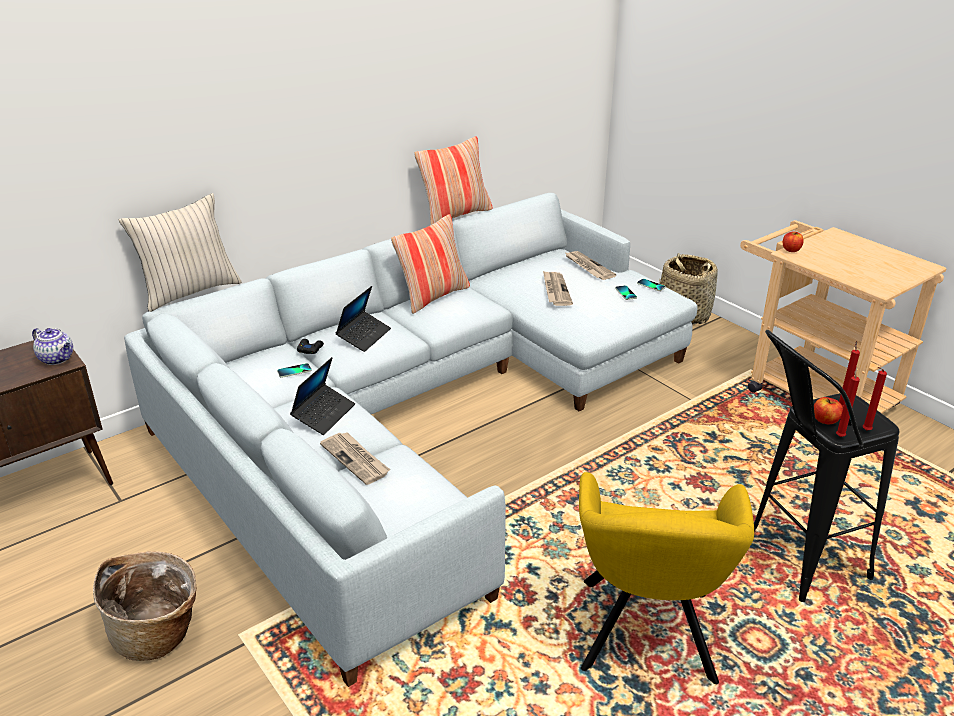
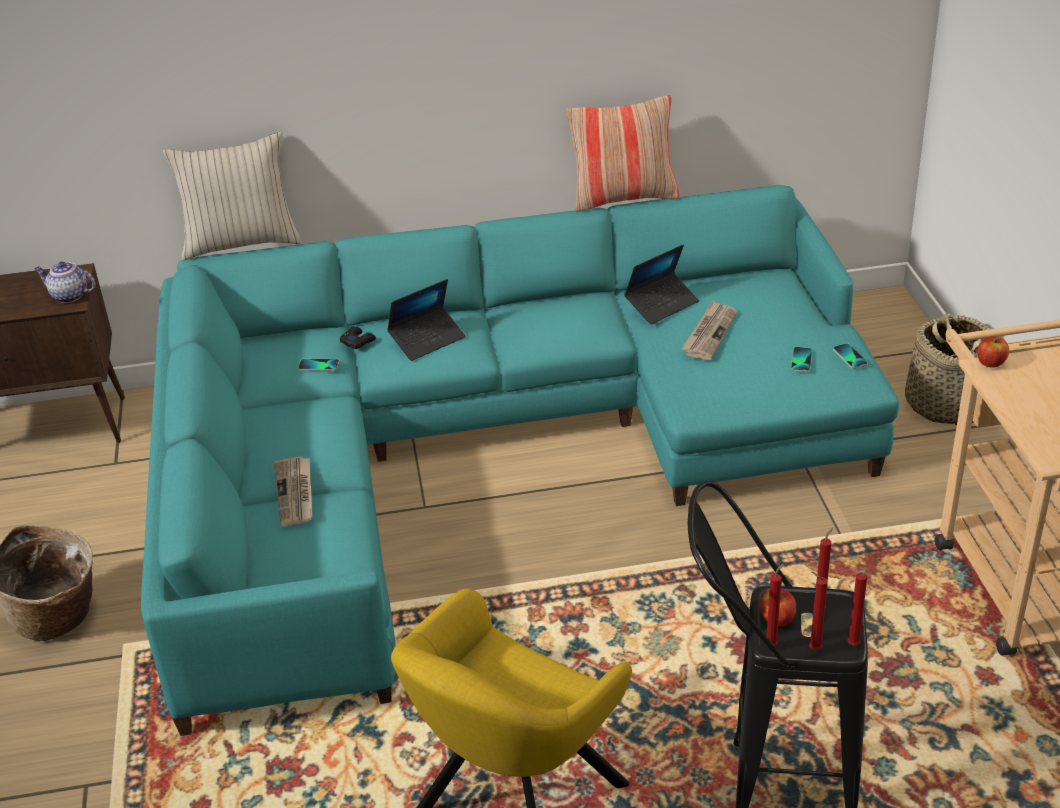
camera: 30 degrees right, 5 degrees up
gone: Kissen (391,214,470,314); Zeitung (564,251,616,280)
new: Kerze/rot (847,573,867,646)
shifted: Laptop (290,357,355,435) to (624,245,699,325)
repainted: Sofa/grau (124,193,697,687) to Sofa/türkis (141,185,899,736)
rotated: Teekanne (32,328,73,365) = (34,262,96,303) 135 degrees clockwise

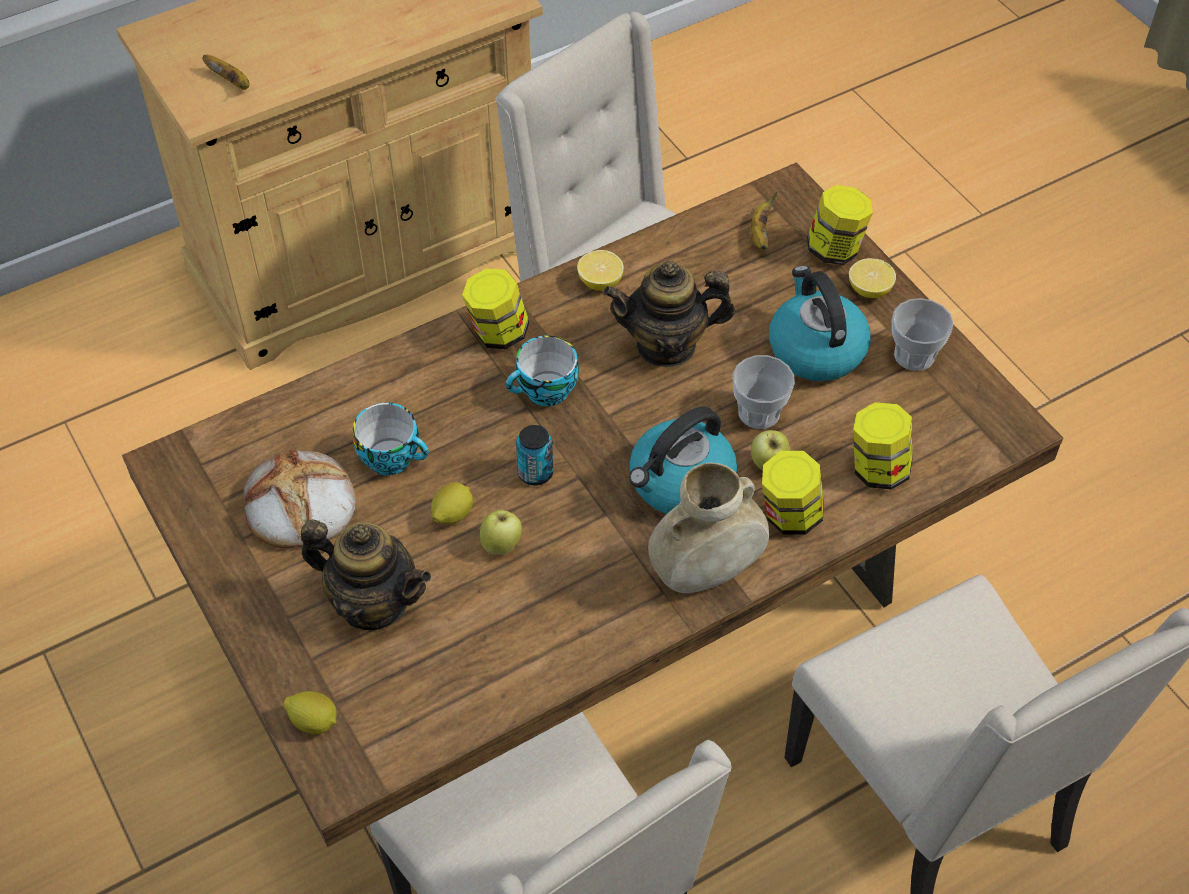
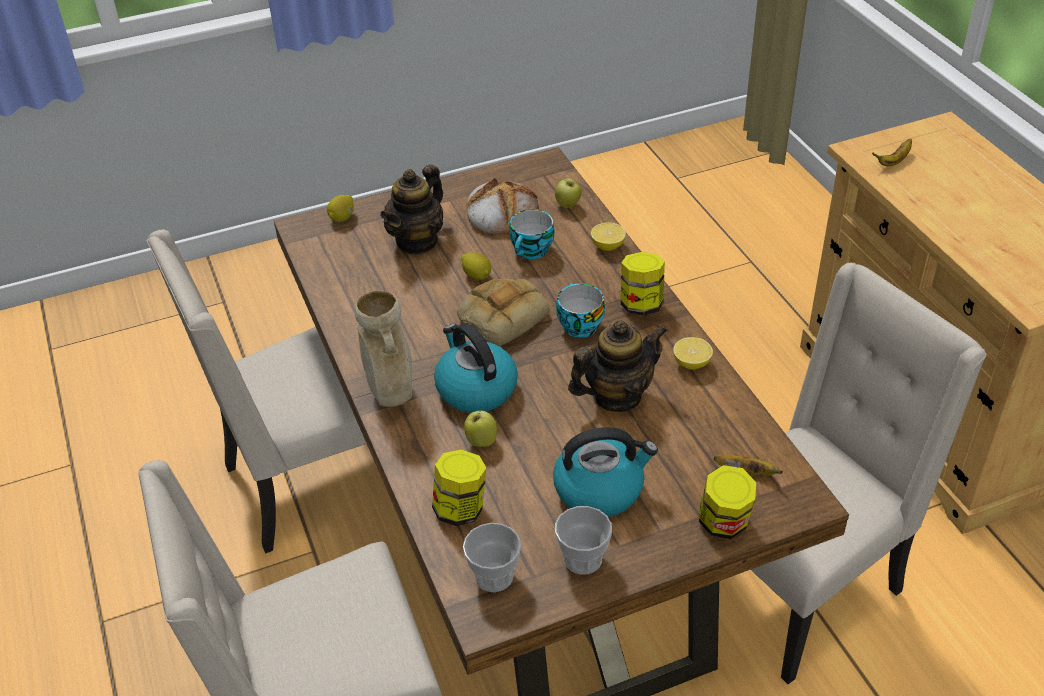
camera: 100 degrees right, 10 degrees down
gone: Vorratsglas (762,451,824,535)
shifted: Apfel (480,510,522,555) to (555,178,581,208); Tasse (732,355,795,429) to (463,523,521,592); Zitrone (849,258,896,298) to (591,222,626,251)
swapped: Dose (516,425,553,486) to Brot (457,279,550,346)
rotated: Teekanne (603,261,735,368) = (568,320,668,412) 60 degrees clockwise

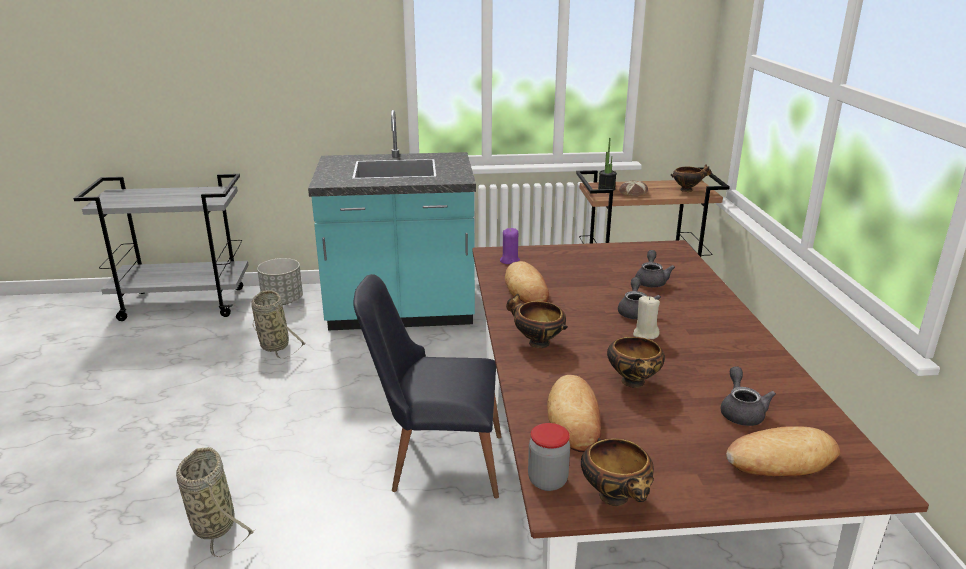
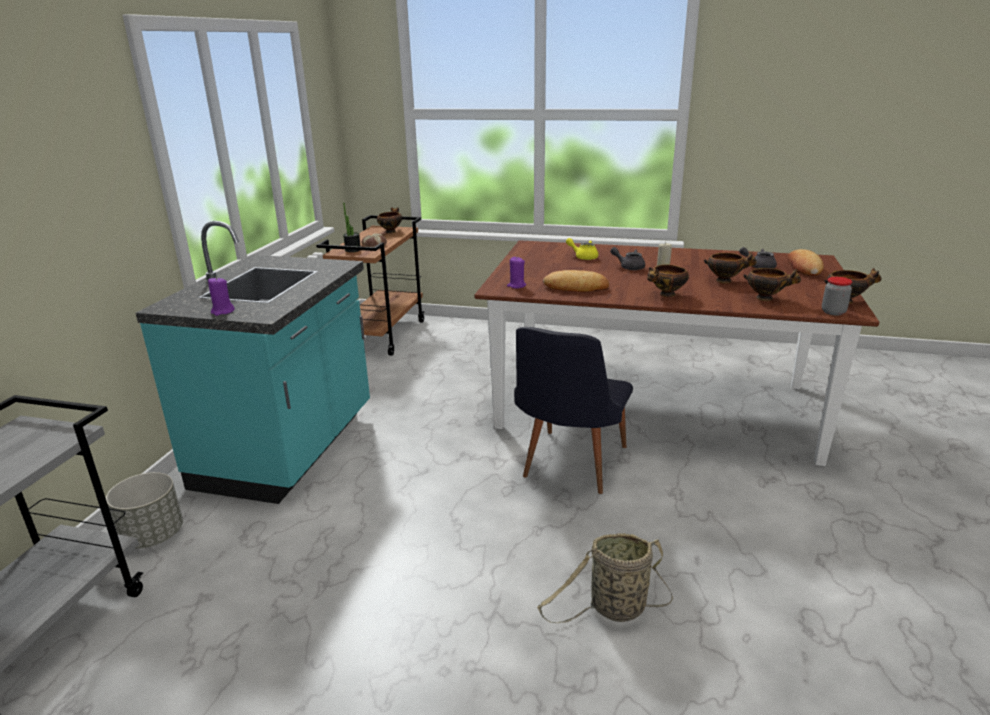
camera: 70 degrees left, 0 degrees up
gone: Korb (251,290,305,359)
new: Kerze/lila (208,277,235,316)
swapped: Brot (547,375,601,452) to Schüssel (743,268,801,301)
repainted: Teekanne/grau (635,250,675,288) to Teekanne/gelb (566,238,598,260)

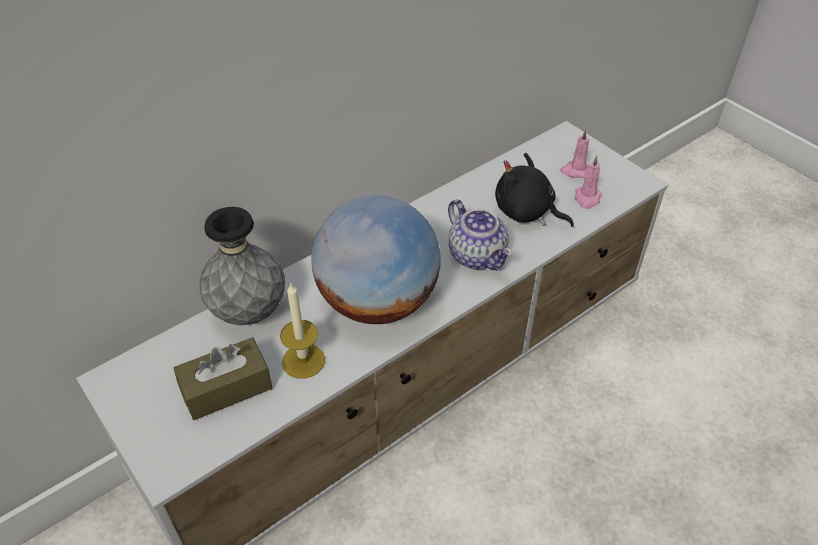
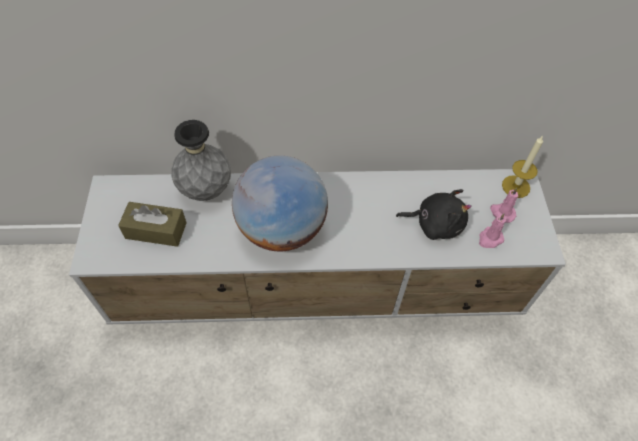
camera: 35 degrees right, 10 degrees up
gone: Teekanne (448,199,513,270)
shifted: Kerze (280,282,325,379) to (502,135,543,198)
rotated: Plüschtier/schwarz (495,153,574,227) = (396,189,472,240) 120 degrees clockwise

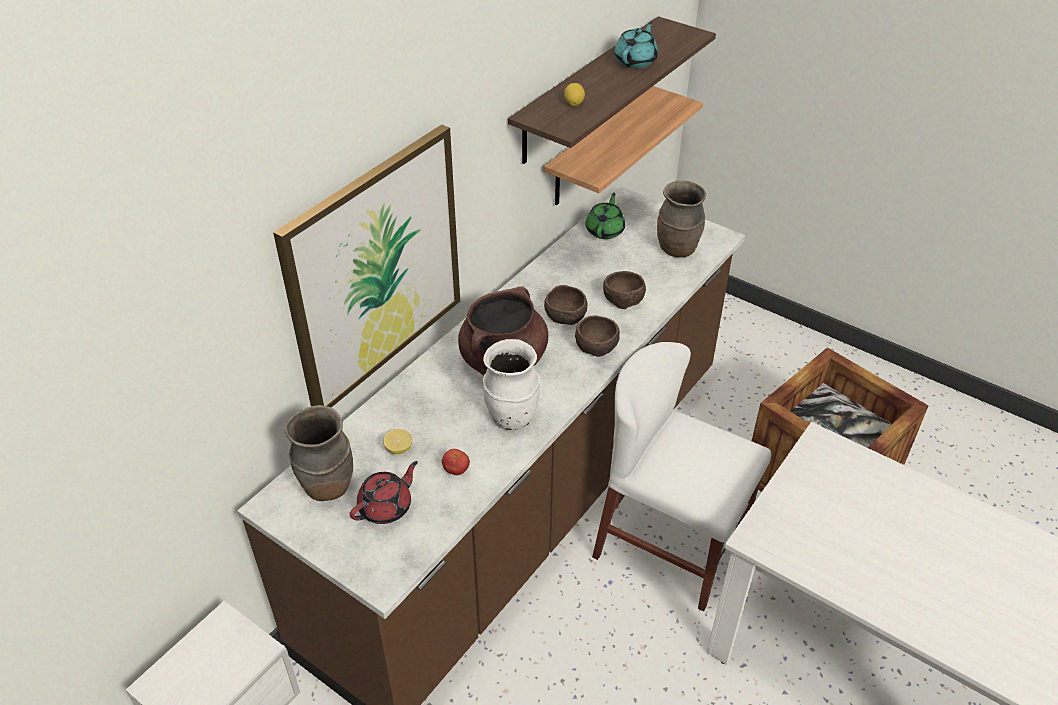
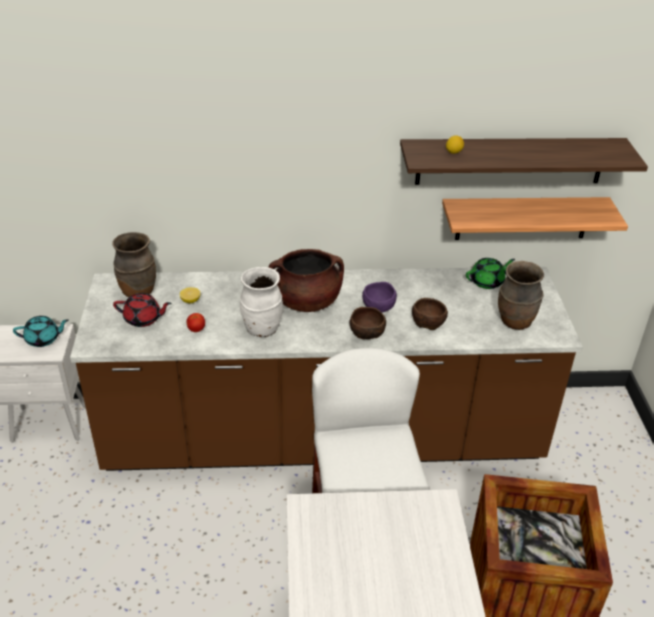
camera: 50 degrees right, 5 degrees down
gone: Bild (273,124,460,408)
shifted: Teekanne/türkis (614,22,658,68) to (13,316,68,347)
repainted: Schüssel/braun (544,285,587,325) to Schüssel/lila (362,282,397,313)

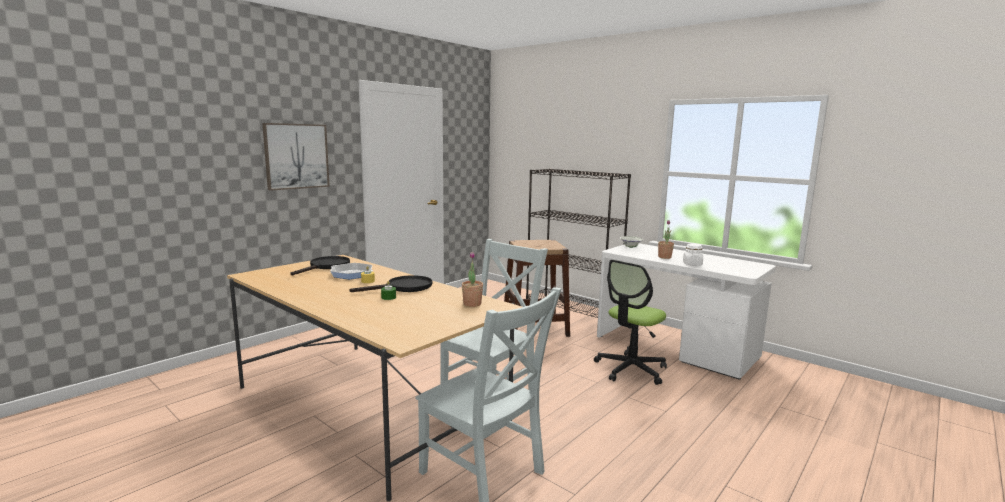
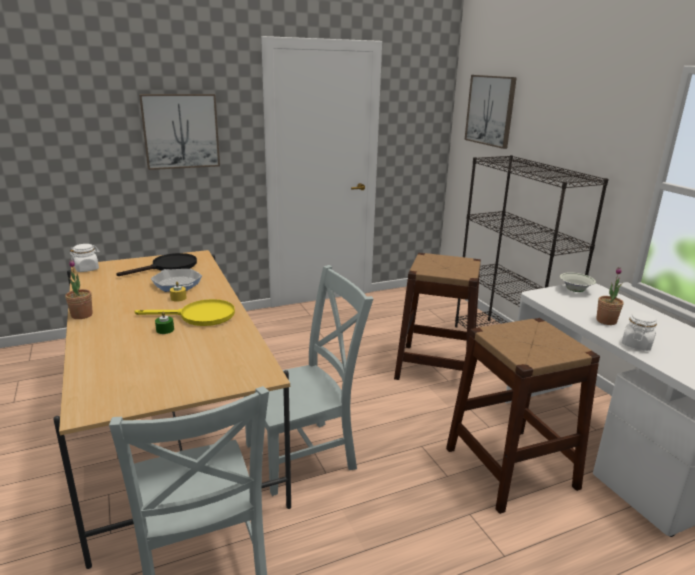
camera: 25 degrees right, 10 degrees up
new: Vorratsglas/weiß (70,244,100,272); Bild (464,75,517,149)
shifted: Topfpflanze (462,252,483,307) to (65,260,93,319)
swapped: Bürostuhl (594,260,667,385) to Hocker/braun (446,318,600,514)
repainted: Pfanne/schwarz (350,275,432,292) to Pfanne/gelb (135,299,235,326)

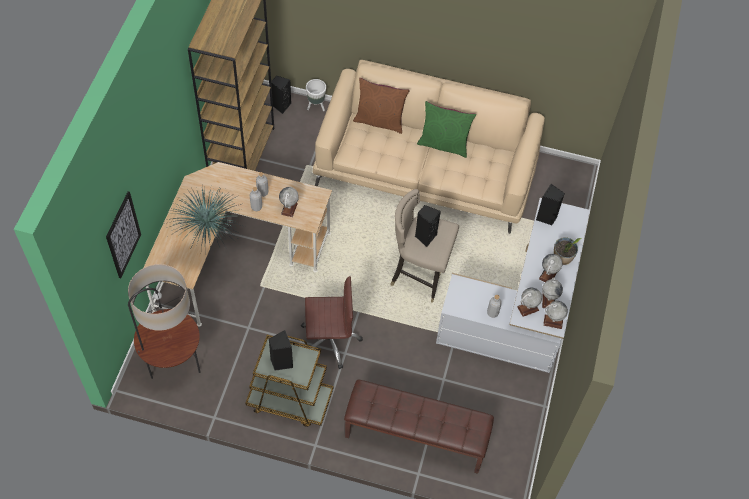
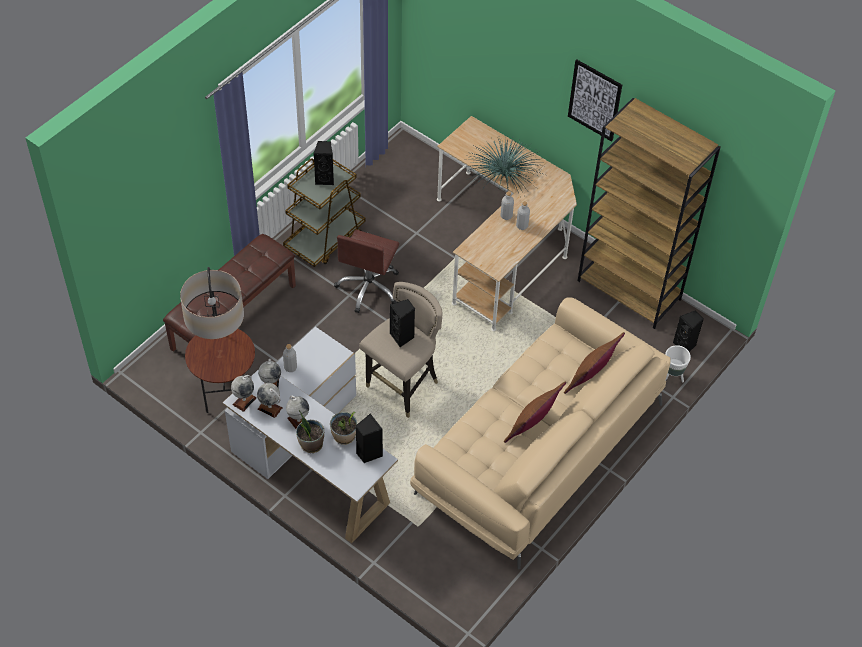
camera: 115 degrees right, 5 degrees down
gone: Globus (279,187,299,217)
new: Topfpflanze (330,412,357,445)
shifted: Bild (106,192,141,278) to (568,59,622,142); Stehlampe (128,264,201,379) to (180,267,255,413)
repainted: Kissen/grün (417,101,476,158) to Kissen/braun (504,382,566,443)

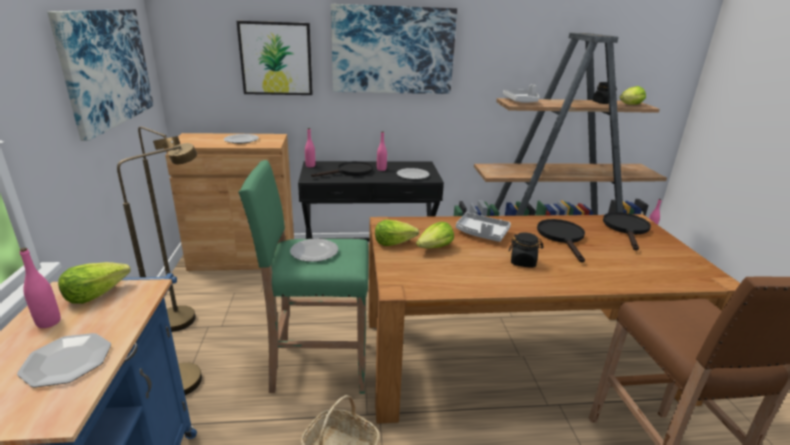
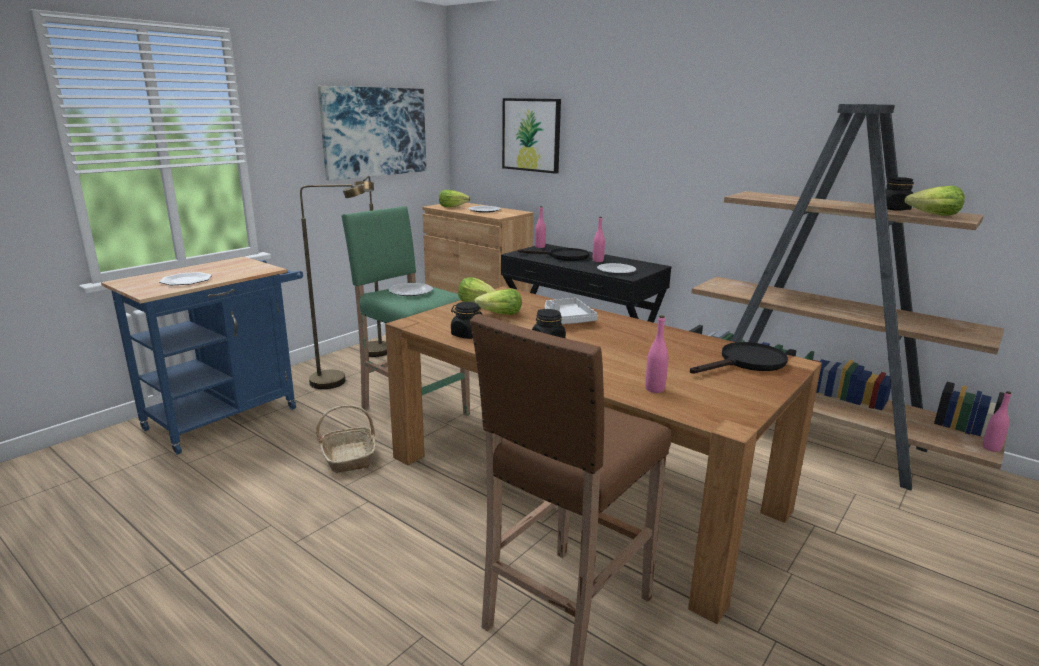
camera: 45 degrees right, 5 degrees down
gone: Bild (331,4,457,94); Tablett/grau (503,84,539,103); Pfanne/schwarz (537,219,585,263)
new: Vorratsglas/schwarz (451,302,483,339)
shifted: Flasche/rosa (20,248,61,328) to (645,315,668,393); Salatkopf (58,262,131,304) to (439,190,470,207)

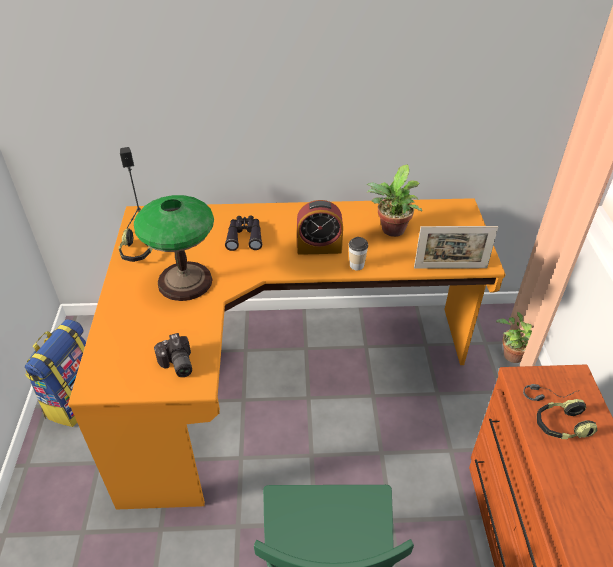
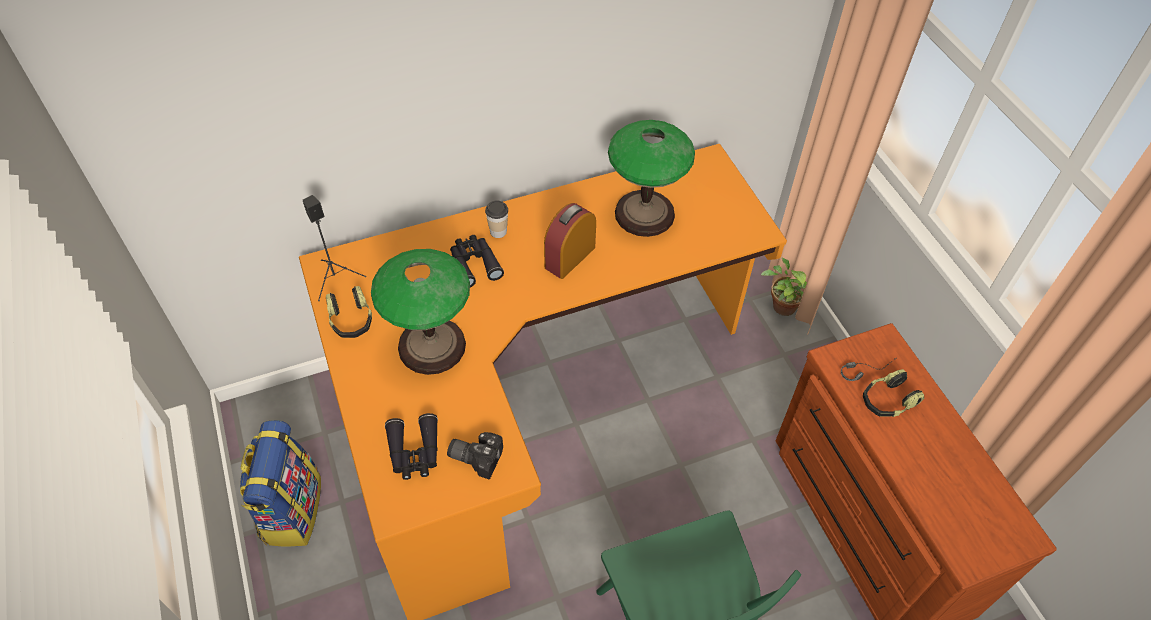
camera: 20 degrees left, 10 degrees up
gone: Bilderrahmen (414,226,498,269)
new: Fernglas/schwarz (385,413,438,480)
shifted: Tasse (349,237,368,270) to (485,200,508,238)
swapped: Topfpflanze (366,165,422,237) to Tischlampe (608,120,695,237)
rotated: Kamera (154,333,192,377) = (447,432,503,480) 150 degrees clockwise; Wecker (297,200,343,255) = (544,203,596,279) 150 degrees clockwise

